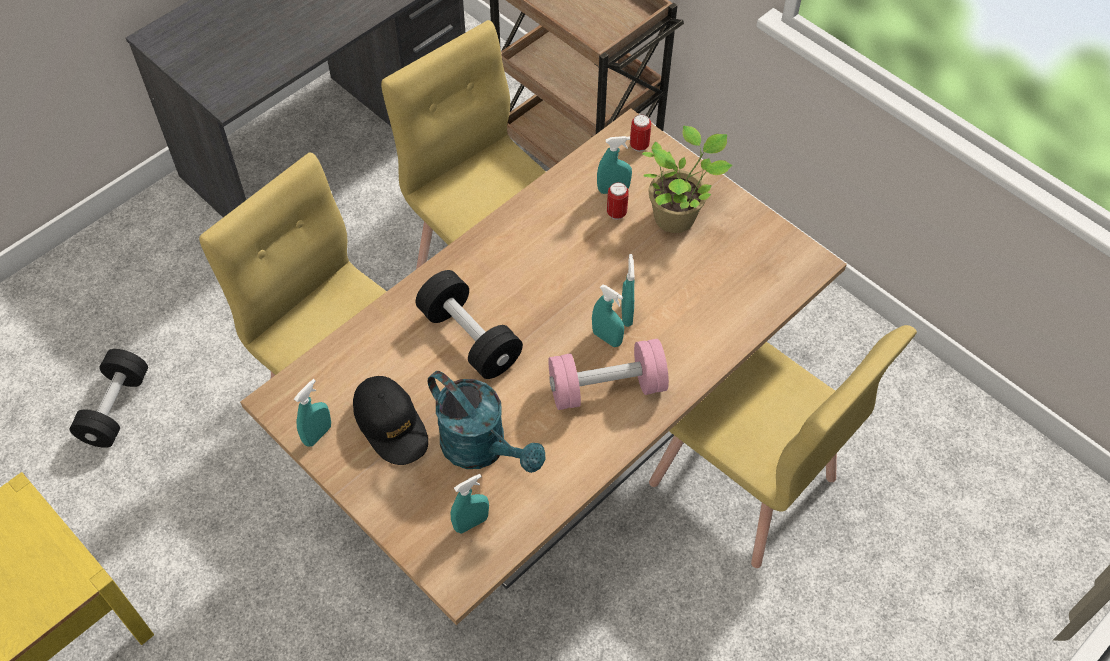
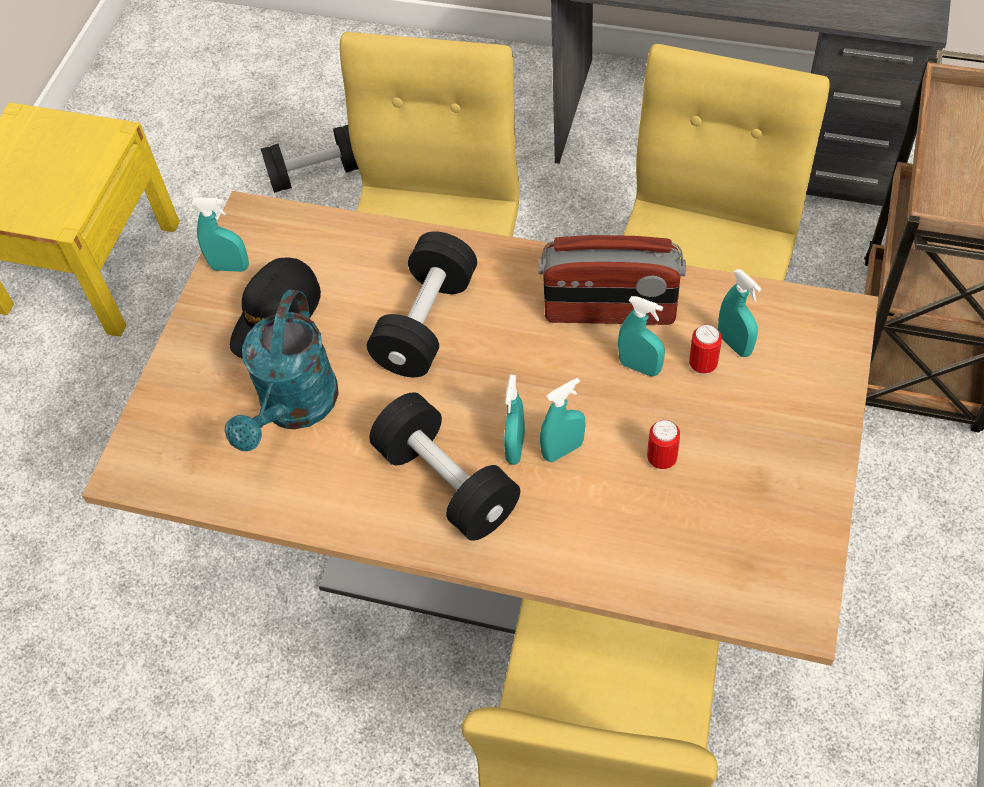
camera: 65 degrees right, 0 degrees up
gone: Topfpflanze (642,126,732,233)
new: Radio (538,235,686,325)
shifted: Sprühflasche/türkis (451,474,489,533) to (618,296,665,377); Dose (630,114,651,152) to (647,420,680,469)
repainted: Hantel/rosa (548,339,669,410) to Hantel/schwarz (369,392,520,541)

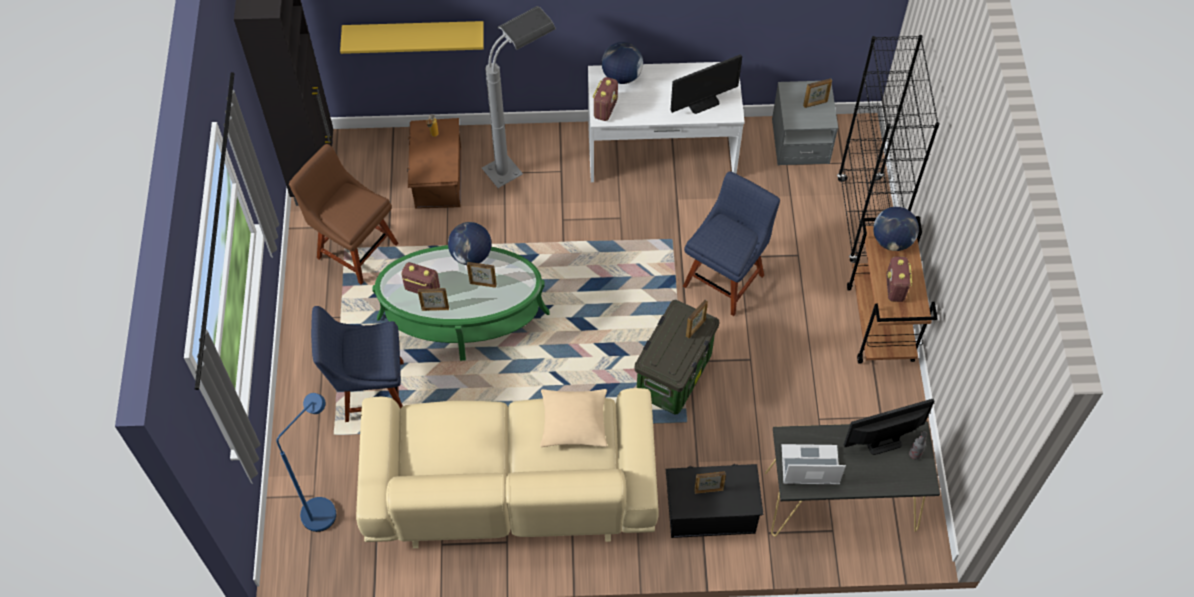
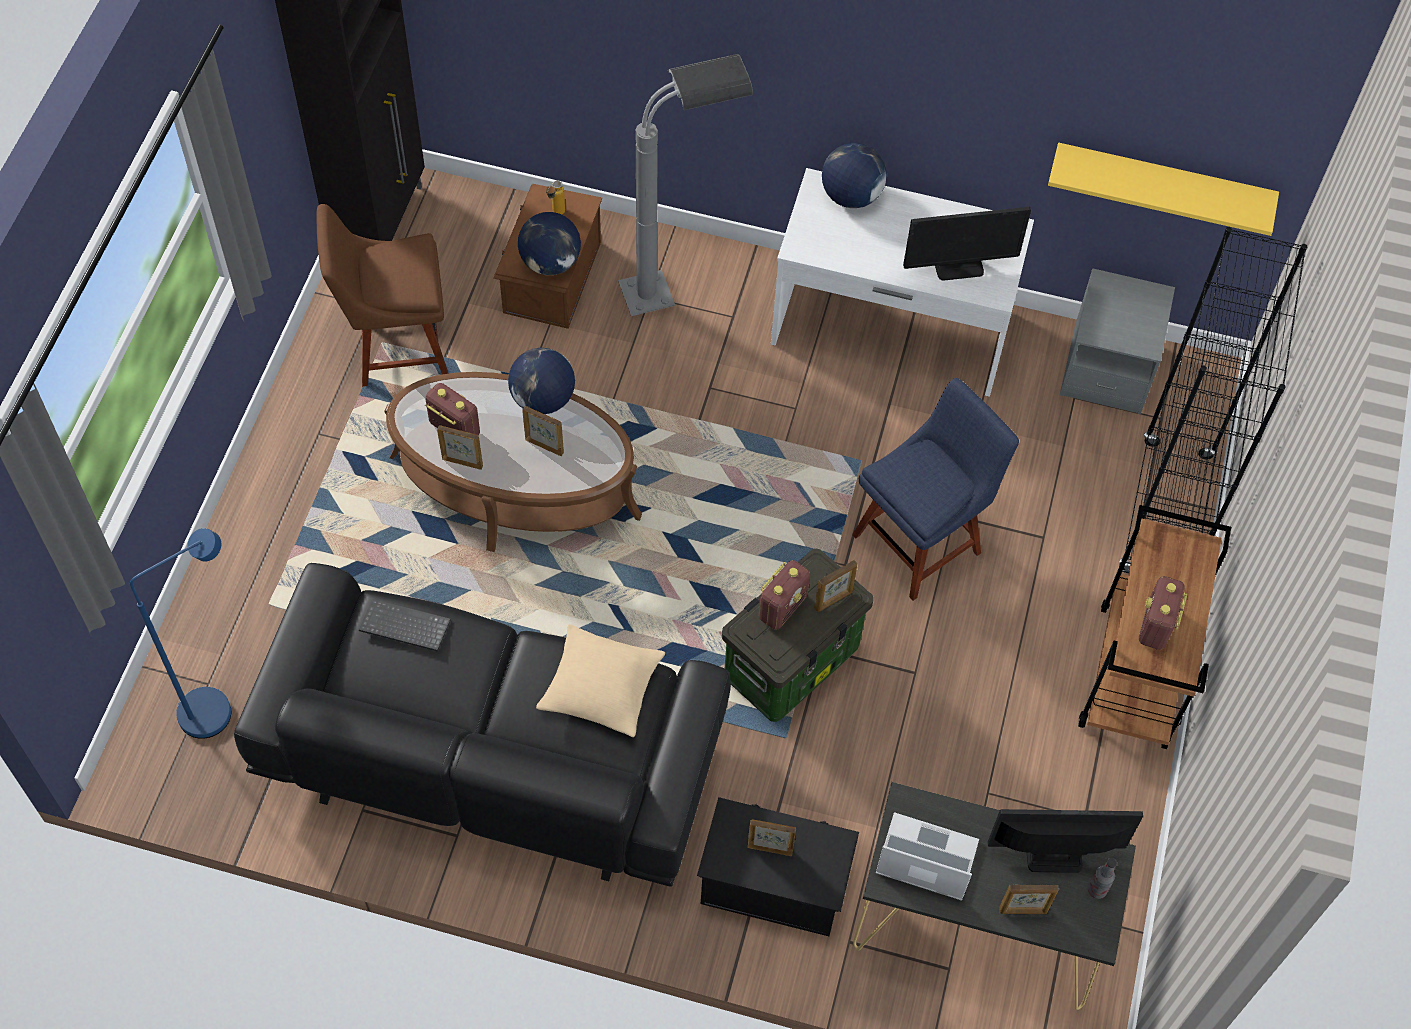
camera: 15 degrees right, 0 degrees up
gone: Stuhl/blau (311,306,404,422)
new: Tastatur (359,599,451,652)
shifted: Wandregal/gelb (340,21,484,54) to (1048,143,1279,236); Radio (593,77,618,121) to (759,560,810,630); Bilderrahmen (803,78,832,108) to (999,885,1059,914); Globus (873,207,919,251) to (518,212,581,275)
repainted: Sofa/beige (356,388,659,548) to Sofa/schwarz (234,563,731,887); Couchtisch/grün (372,245,550,361) to Couchtisch/braun (384,372,642,552)
rotated: Stuhl/braun (289,144,398,285) = (316,204,448,387) 60 degrees counterclockwise

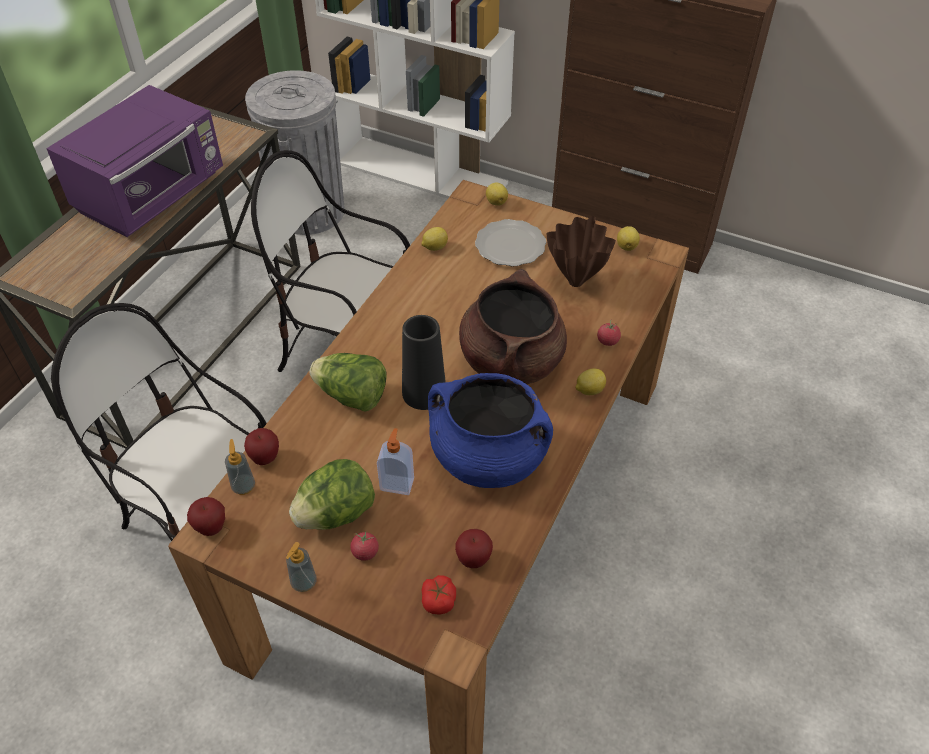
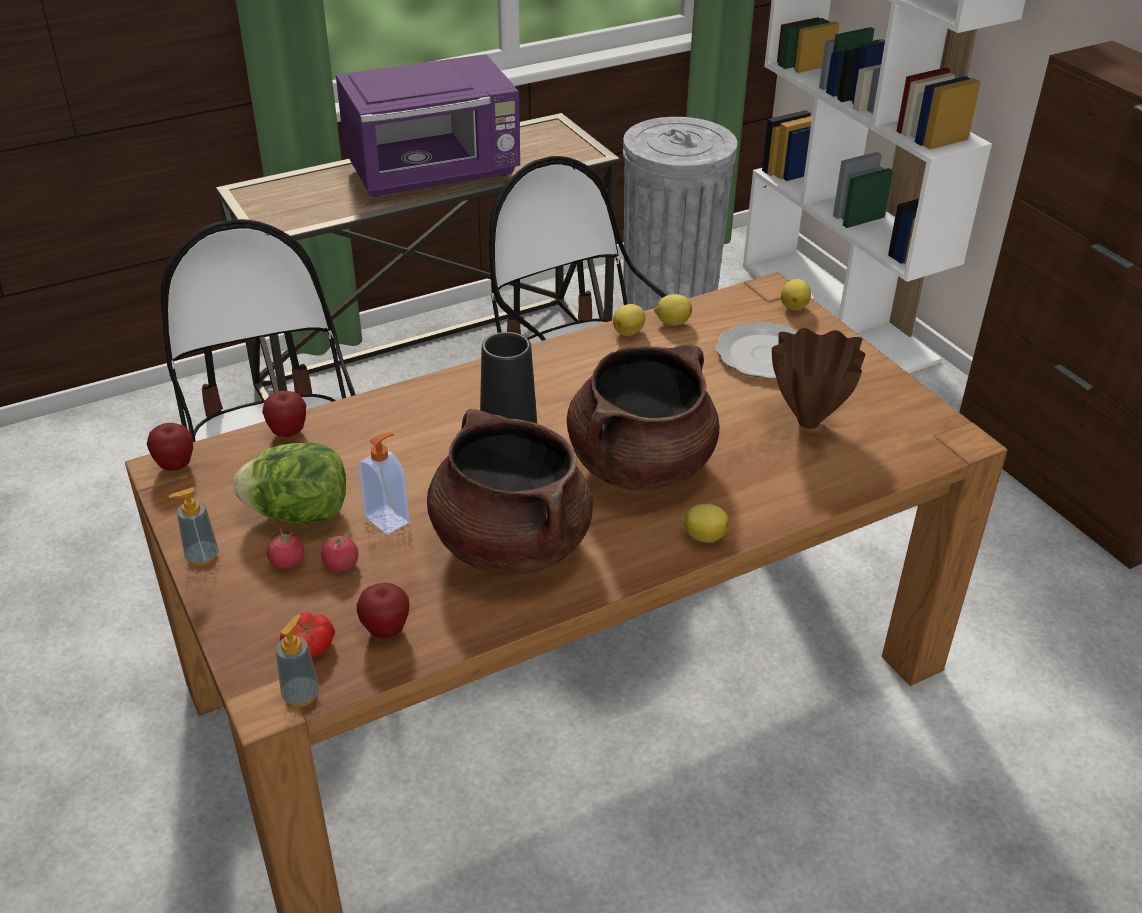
camera: 35 degrees right, 10 degrees down
gone: Salatkopf (310,353,386,412)
shifted: Seifenspender (225,439,255,495) to (276,615,319,707); Tomate (597,320,621,346) to (321,533,358,572); Zitrone (617,226,640,251) to (613,304,646,336)
repainted: Kochtopf/blau (428,373,553,488) to Kochtopf/braun (427,409,593,575)

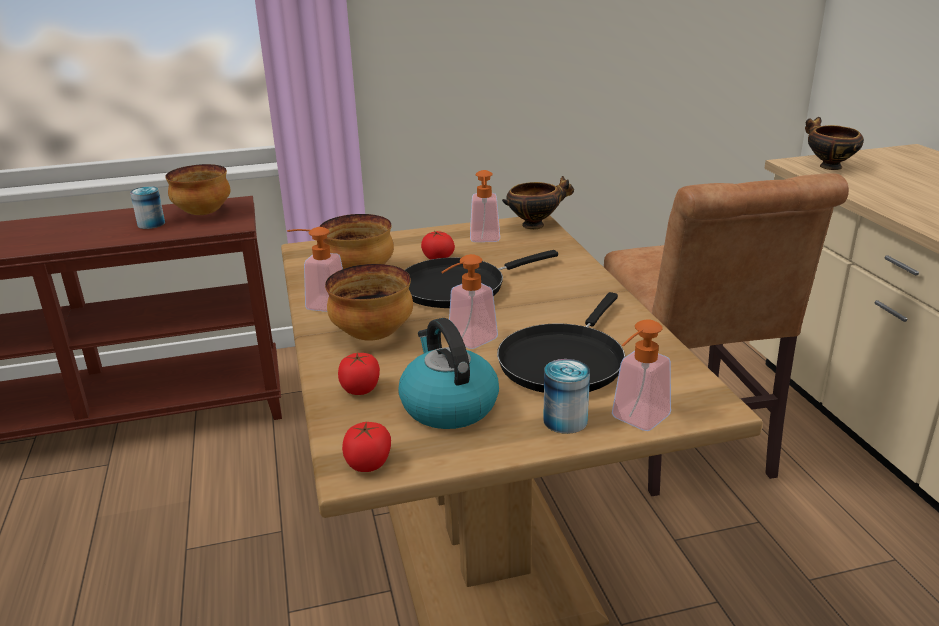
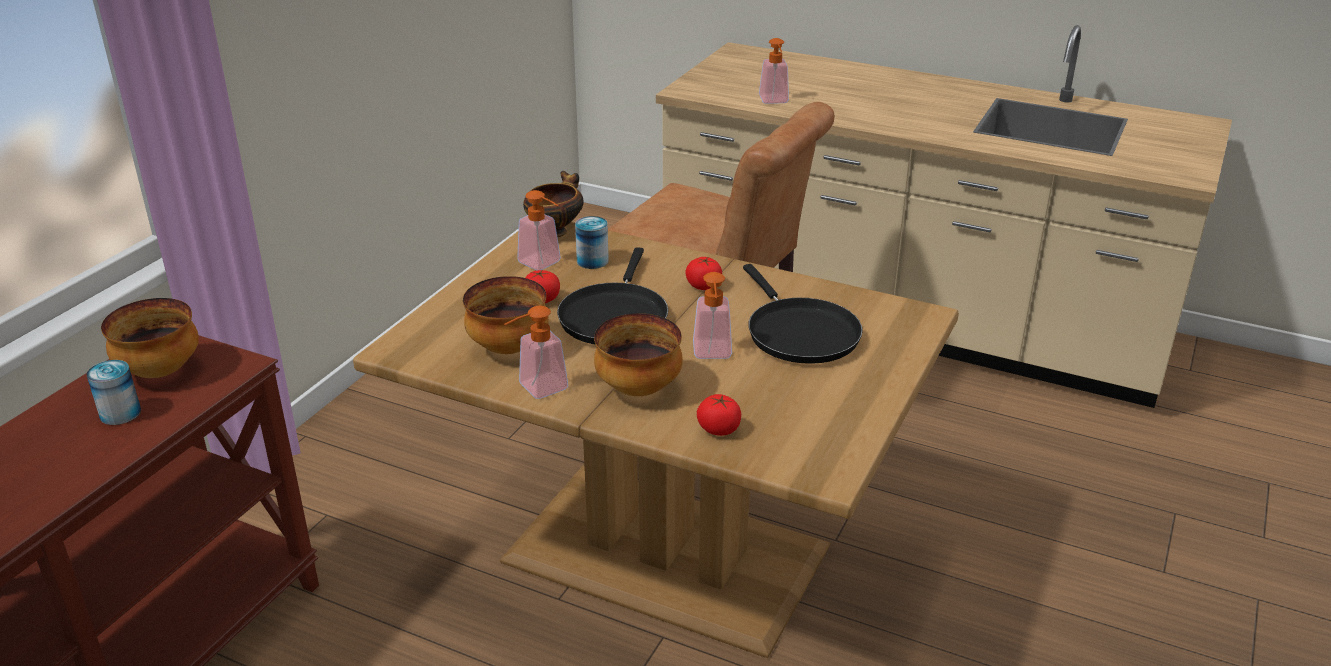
camera: 50 degrees left, 5 degrees up
gone: Wasserkessel (398,318,499,429); Schüssel (805,117,864,170)
shifted: Tomate (342,421,391,472) to (686,257,722,290); Dose (543,359,590,434) to (575,216,609,269); Seifenspender (612,319,671,431) to (759,38,789,104)

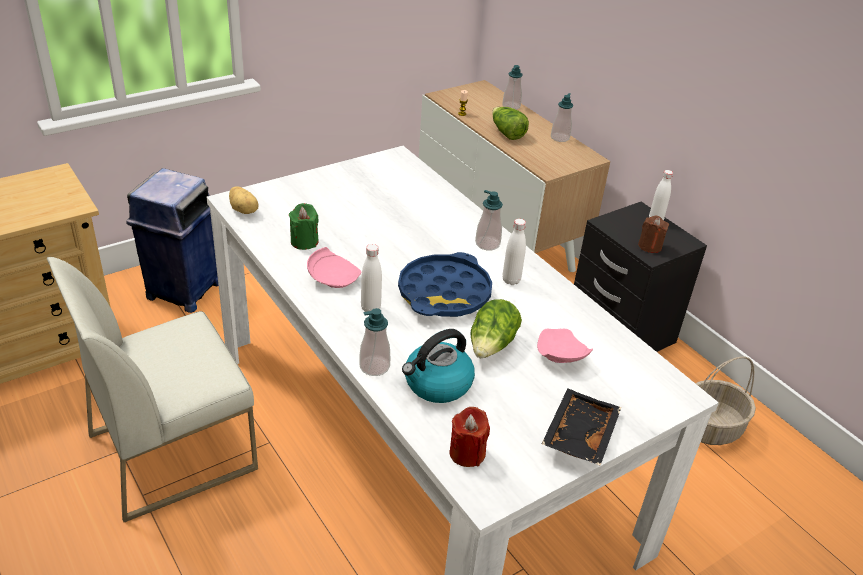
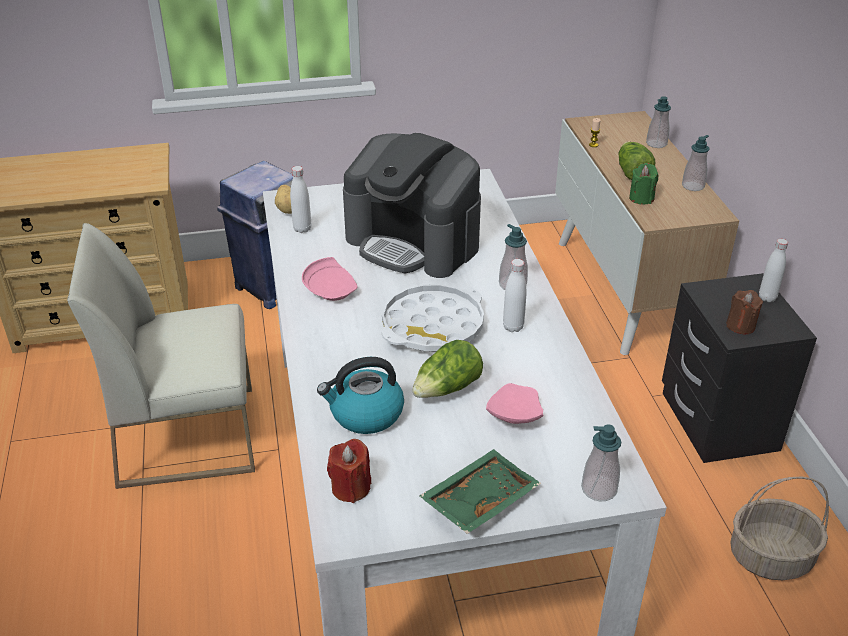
camera: 25 degrees right, 0 degrees up
new: Kaffeemaschine (343,133,481,278)
shifted: Kerze/grün (289,203,319,250) to (629,163,659,204); Seifenspender (359,308,390,376) to (581,424,621,502); Flasche/weiß (361,244,382,312) to (290,166,311,233)
repainted: Tablett/blau (398,252,492,317) to Tablett/weiß (382,284,484,352); Tablett/schwarz (542,388,621,465) to Tablett/grün (420,449,541,534)

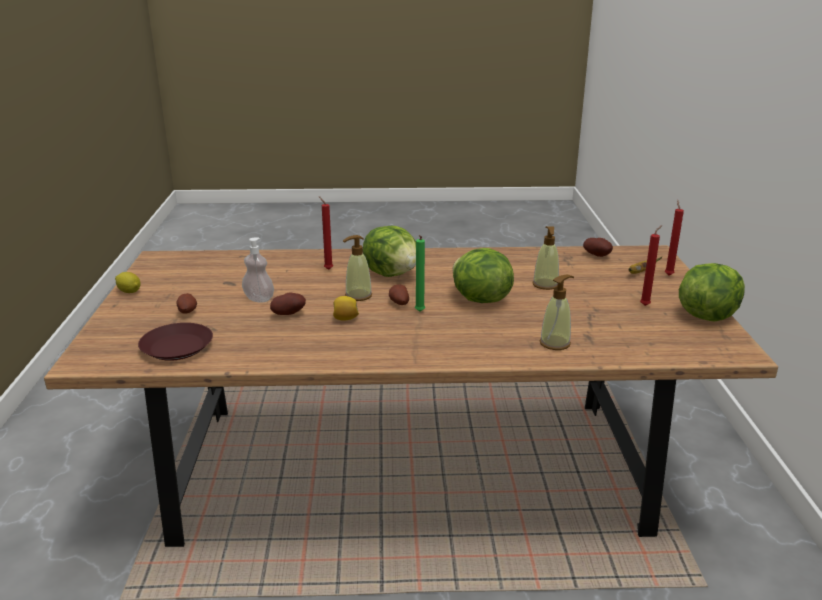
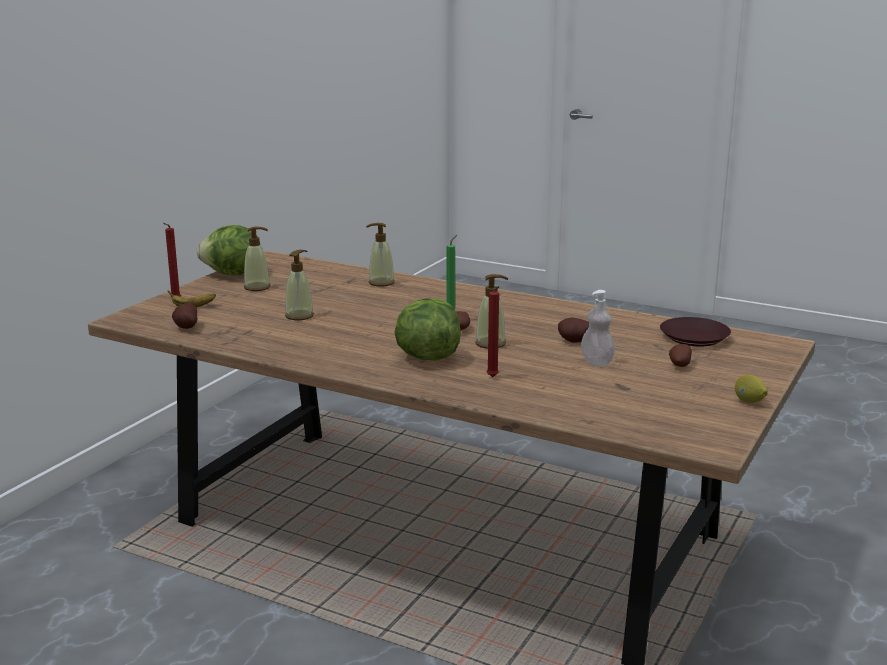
camera: 150 degrees left, 5 degrees down
gone: Zitrone (333,296,359,321); Salatkopf (453,248,514,303)
swapped: Kerze/rot (640,225,662,306) to Seifenspender (244,227,271,291)

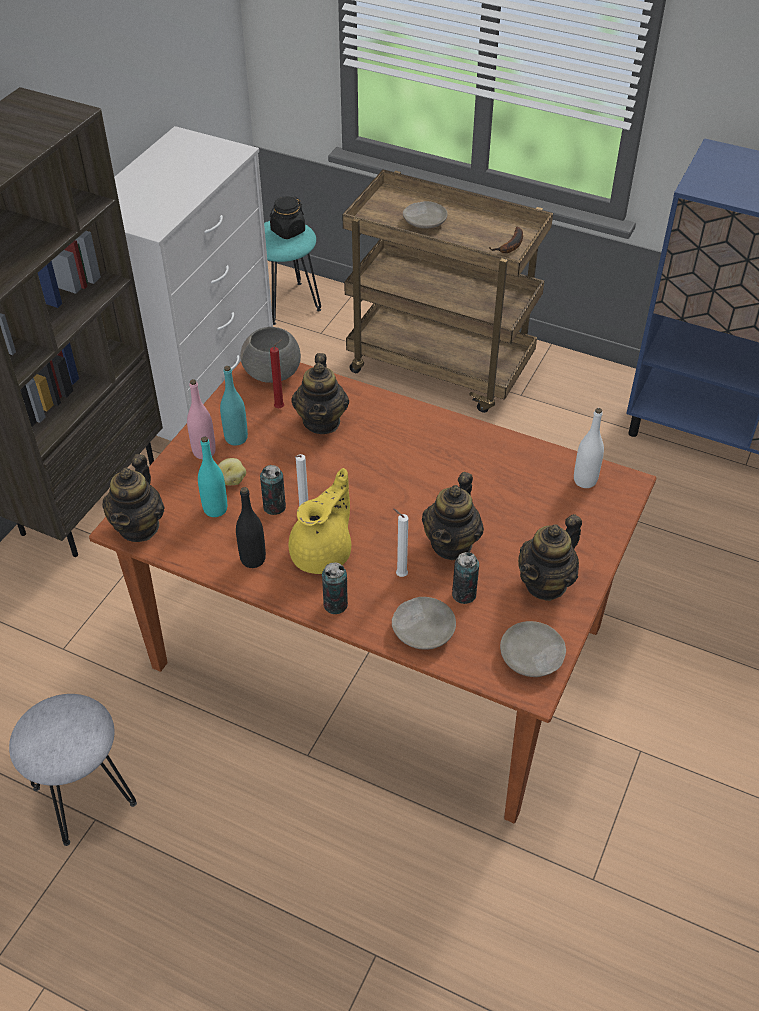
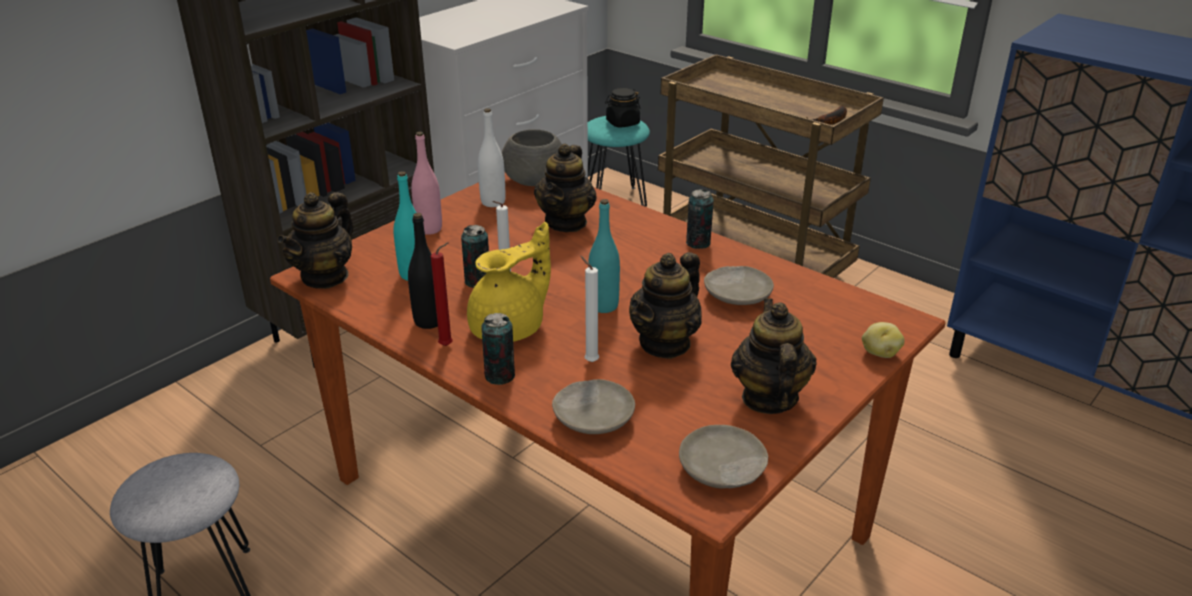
camera: 15 degrees right, 15 degrees down
shifted: Kartoffel (218,458,246,485) to (862,322,905,358); Flasche/türkis (220,366,248,446) to (588,199,620,313); Kerze/rot (270,340,284,408) to (431,242,453,346); Teller/beige (403,201,448,229) to (704,266,774,305); Dose (452,552,479,604) to (686,189,714,249); Flasche/weiß (574,408,604,488) to (478,108,505,207)
rotated: Teekanne (518,514,582,601) = (731,298,817,414) 120 degrees clockwise

